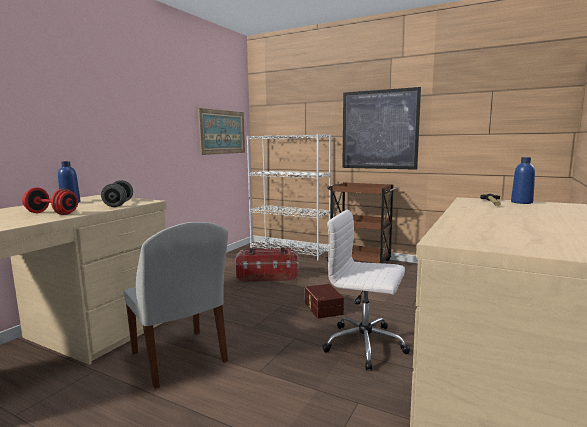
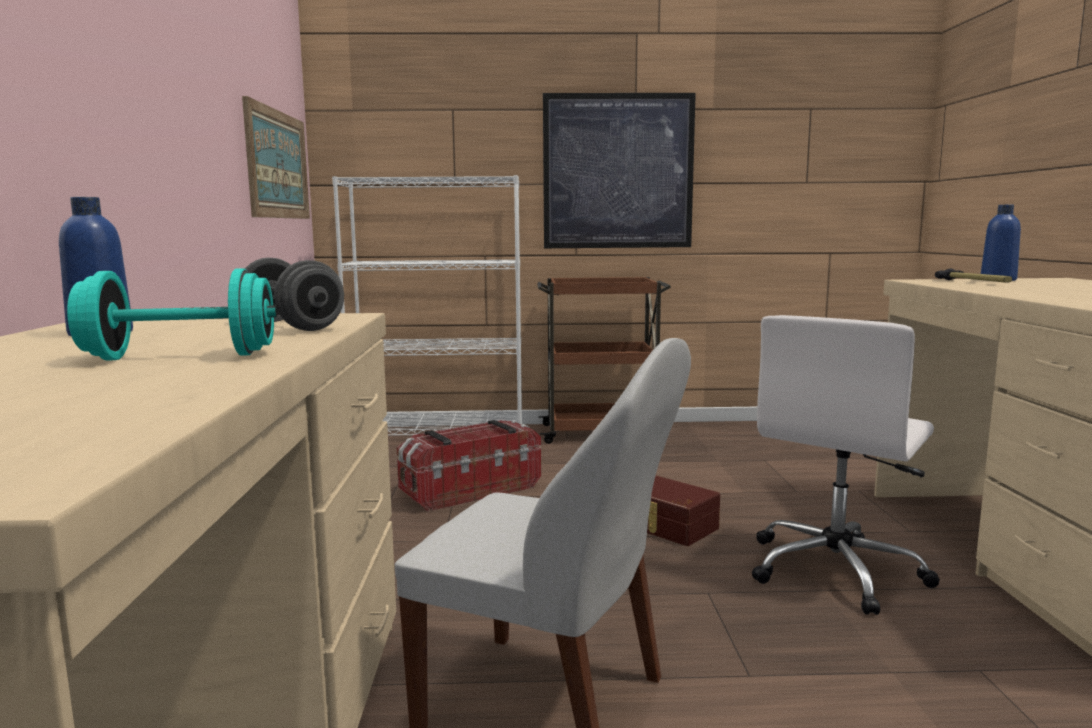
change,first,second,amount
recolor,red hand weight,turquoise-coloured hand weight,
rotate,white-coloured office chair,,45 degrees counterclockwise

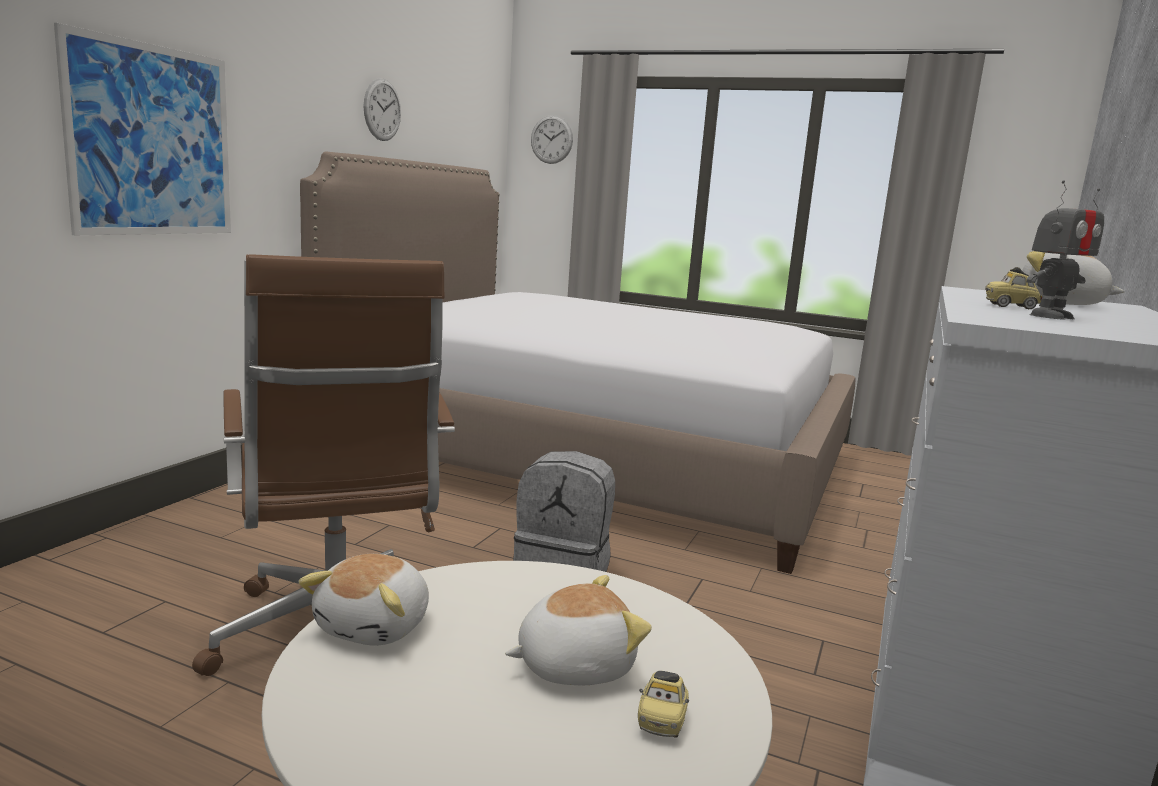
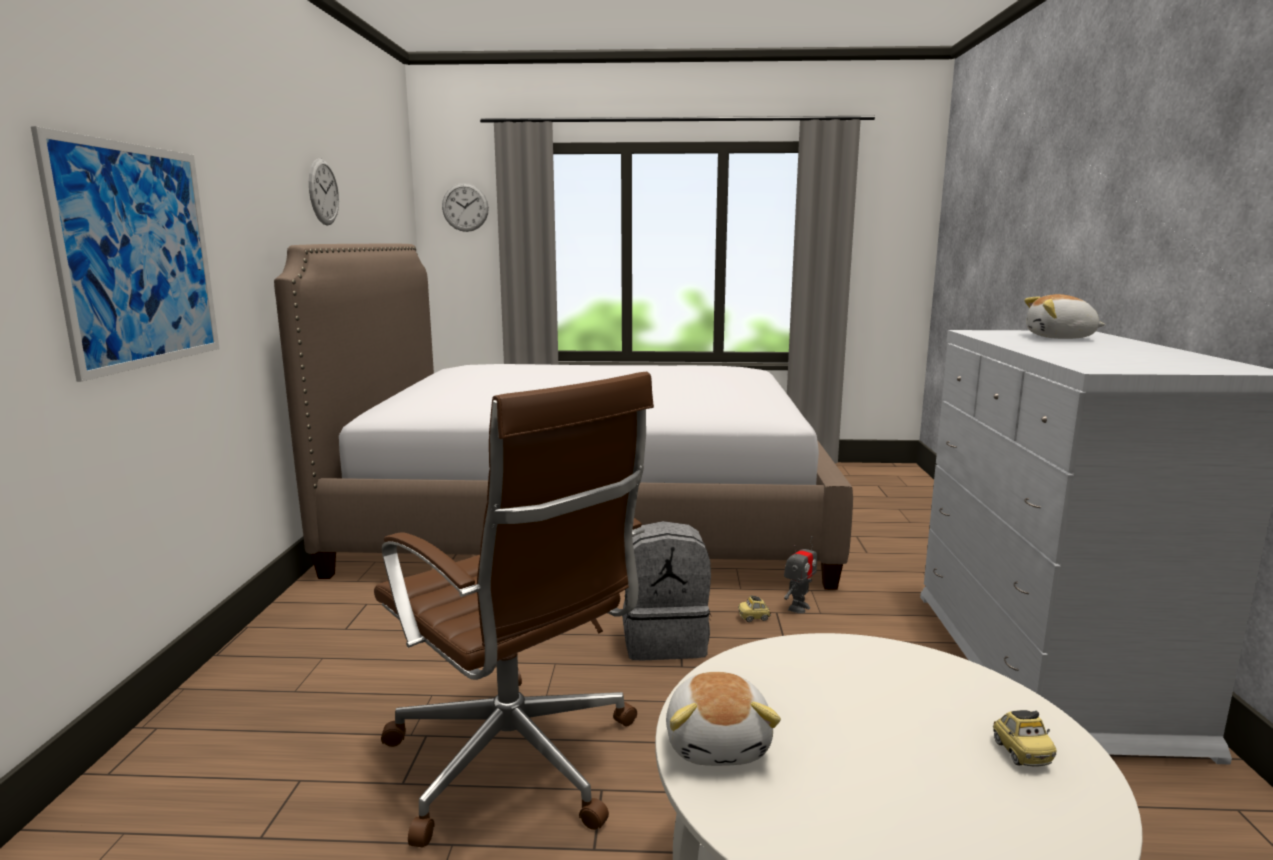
change,first,second,amount
delete,soft toy (2nd from left),,
move,miniature car (2nd from left in the first image),miniature car (1st from left),
move,robot figure,,

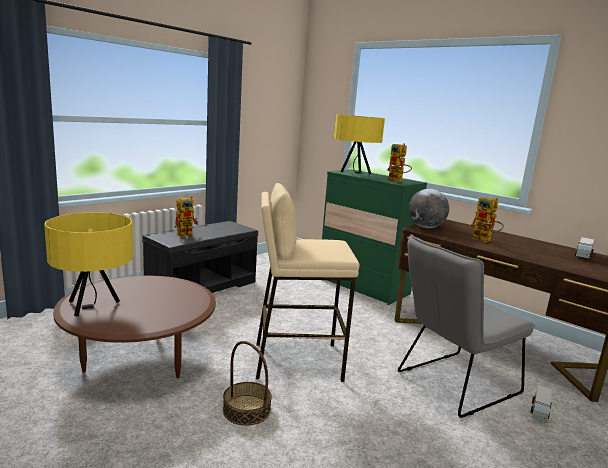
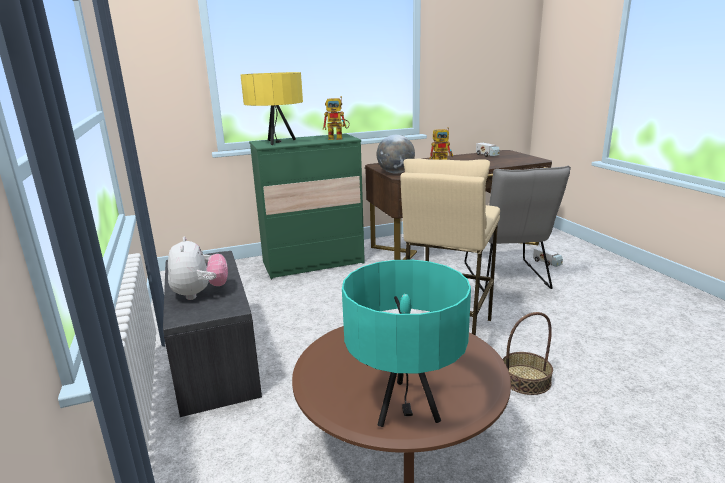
change,first,second,amount
recolor,yellow-coloured tabletop lamp (1st from left),turquoise-coloured tabletop lamp,
replace,robot figure (1st from left),soft toy,

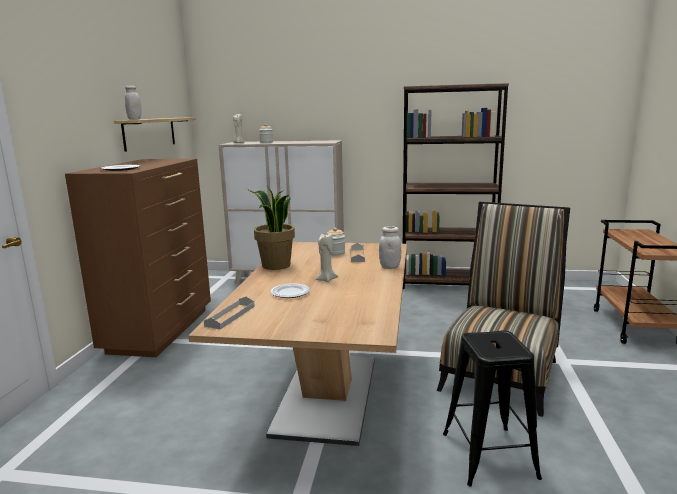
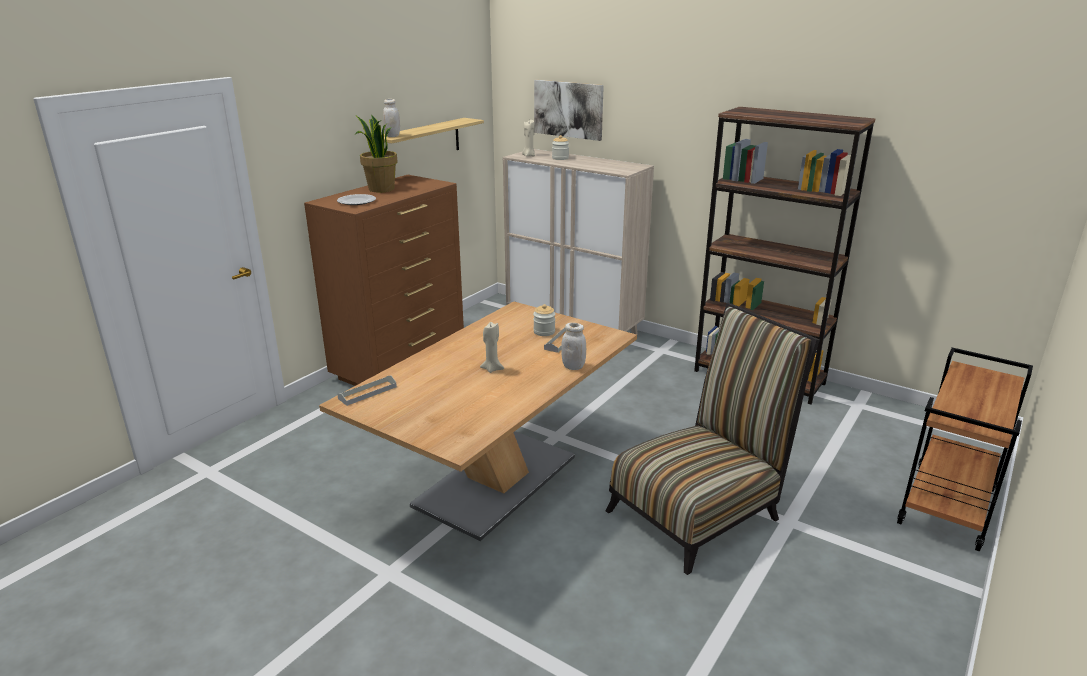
change,first,second,amount
move,plant in a pot,,
delete,flat dish (2nd from left),,
delete,black-coloured stool seat,,
insert,,wall picture,

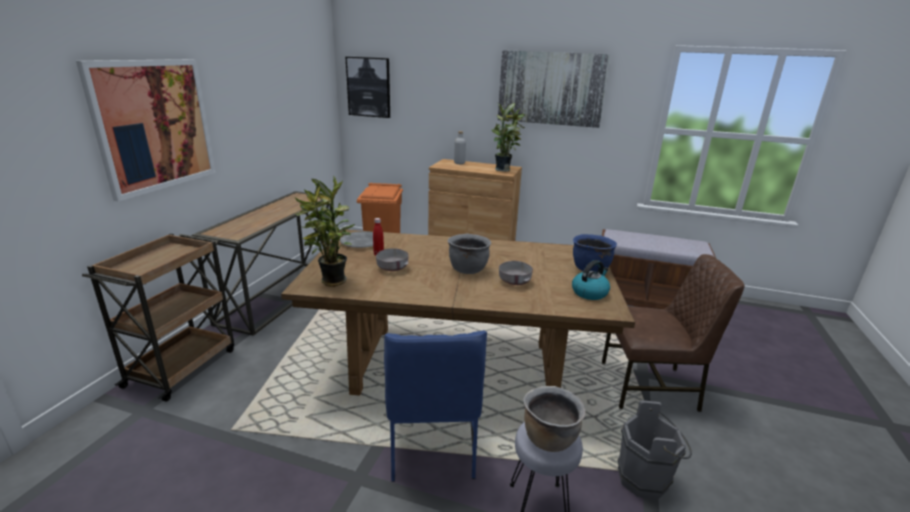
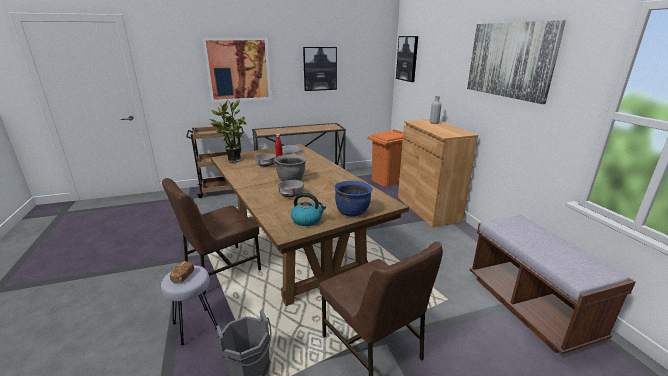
change,first,second,amount
recolor,blue-coloured upright chair,brown upright chair (1st from left),
delete,plant in a pot (2nd from left),,
replace,brown saucepot,bread,
insert,,wall picture (2nd from left),

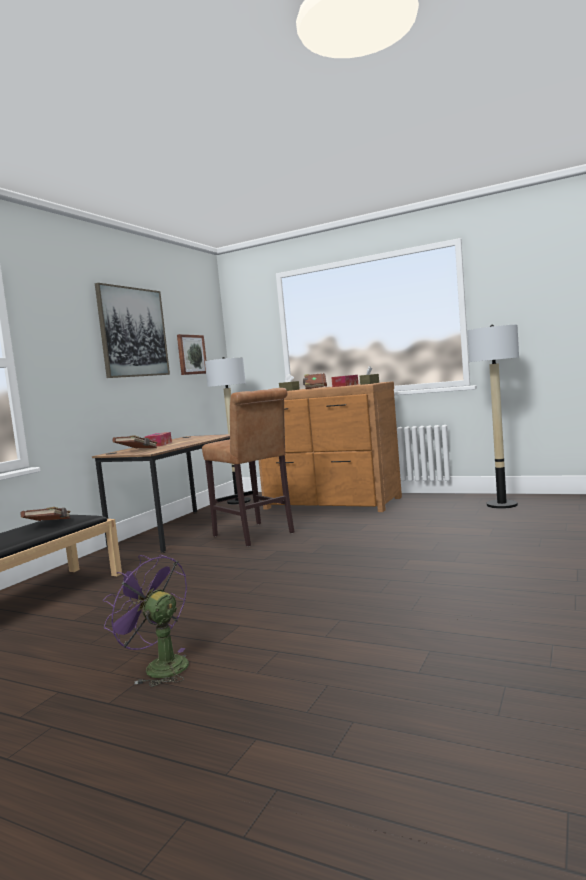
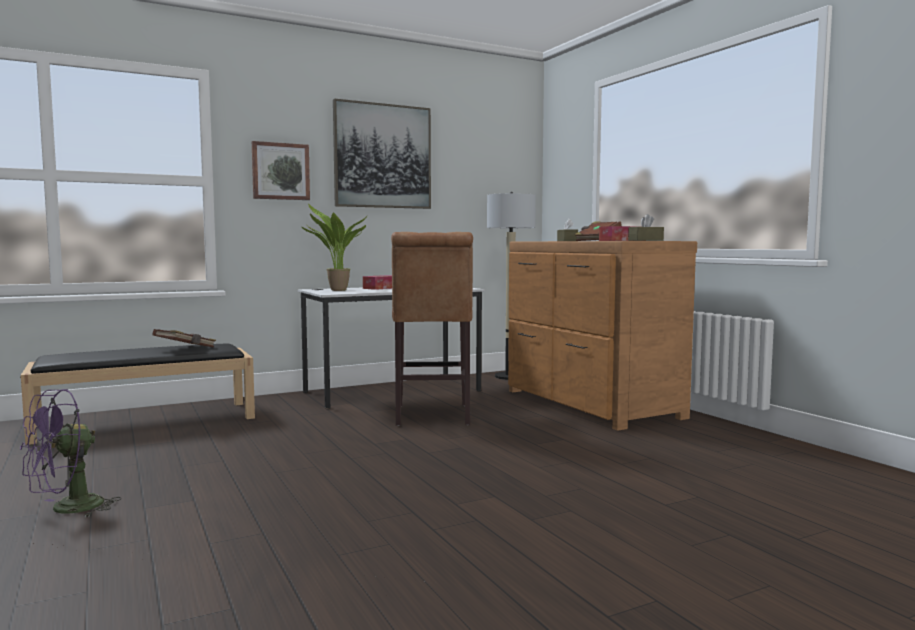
change,first,second,amount
recolor,brown desk,white-coloured desk,
rotate,purple cooling fan,,120 degrees counterclockwise
replace,brown bound book (2nd from left),plant in a pot,
move,wall picture (2nd from left in the first image),wall picture (1st from left),
delete,standard lamp (2nd from left),,

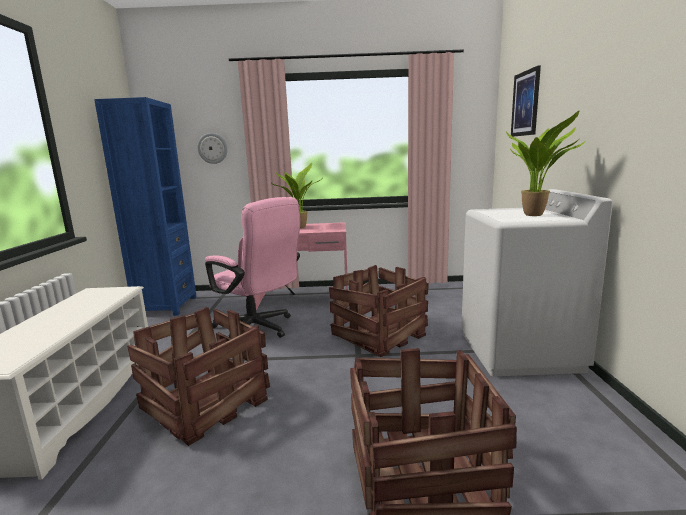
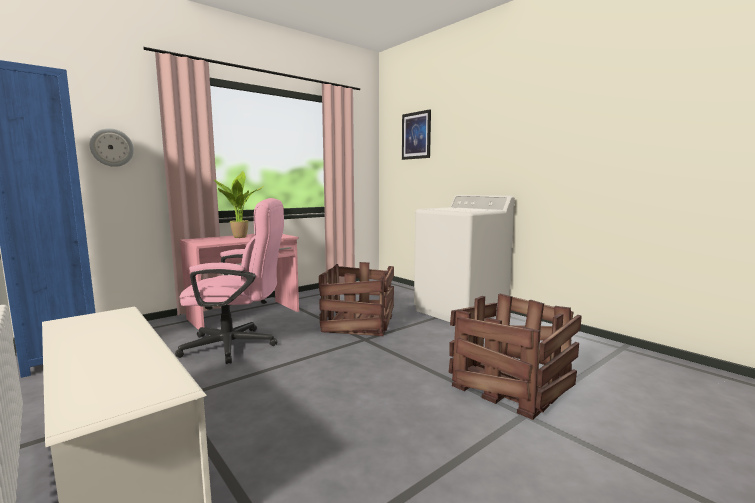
change,first,second,amount
delete,packing crate (1st from left),,
delete,plant in a pot (2nd from left),,

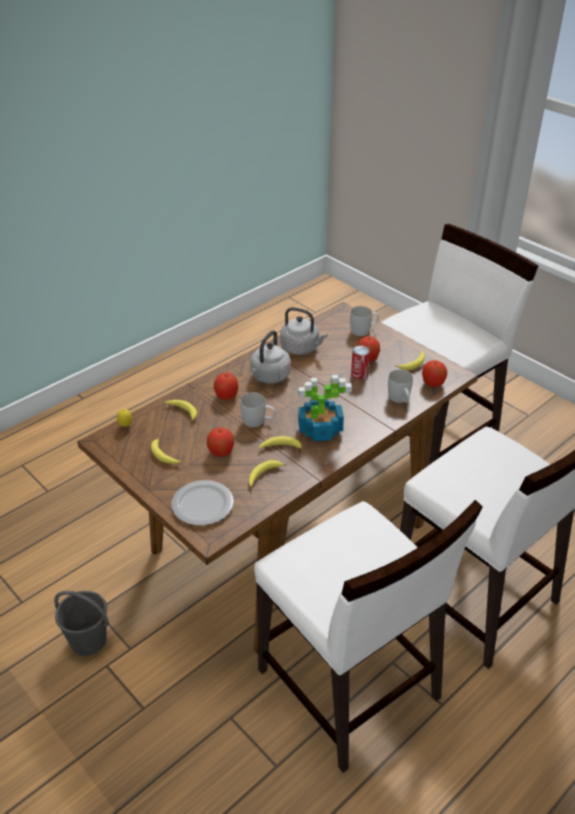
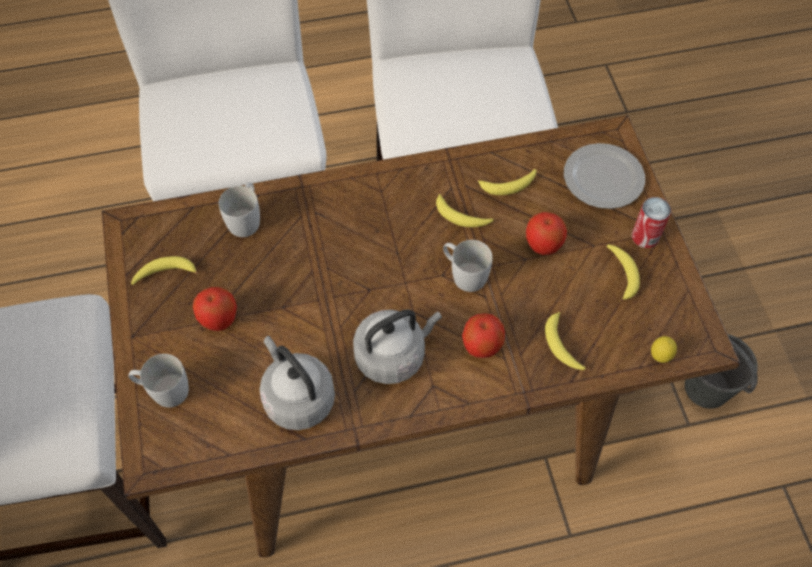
change,first,second,amount
delete,plant in a pot,,
move,sealed can,,
delete,whole apple (4th from left),,

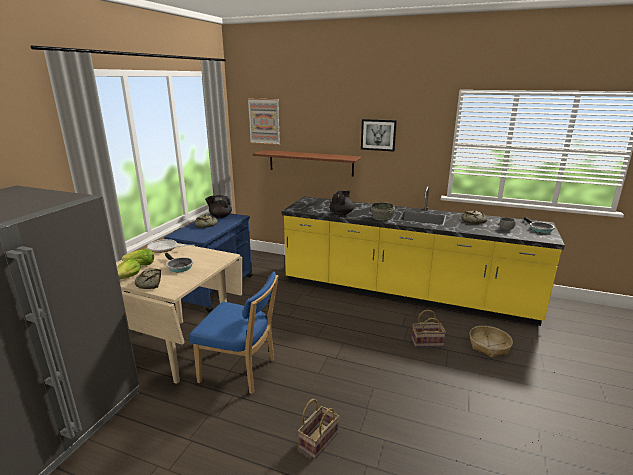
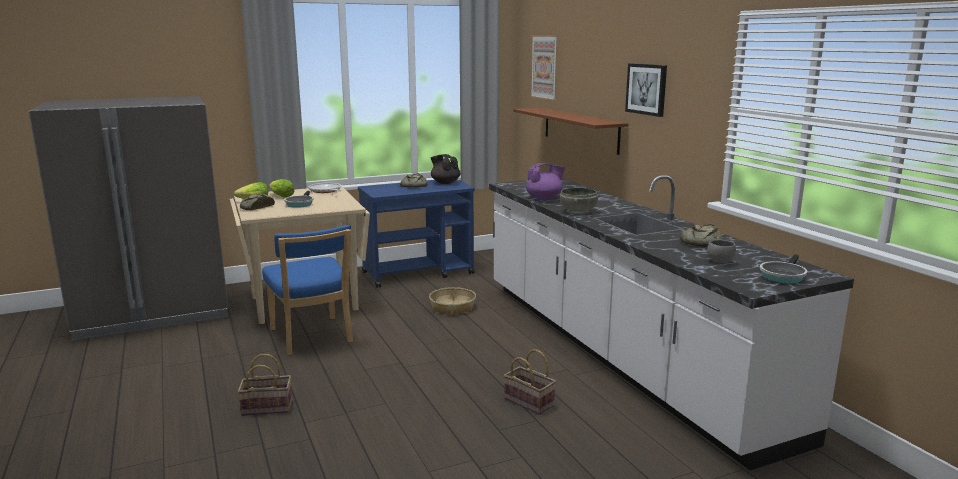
change,first,second,amount
recolor,yellow-coloured kitchen base unit,white-coloured kitchen base unit,
recolor,black-coloured teapot (2nd from left),purple teapot,
move,storage basket (3rd from left in the first image),storage basket (2nd from left),

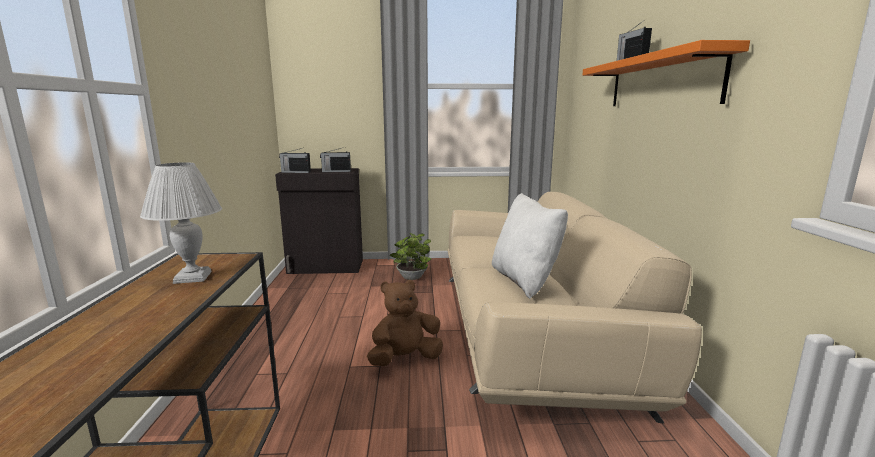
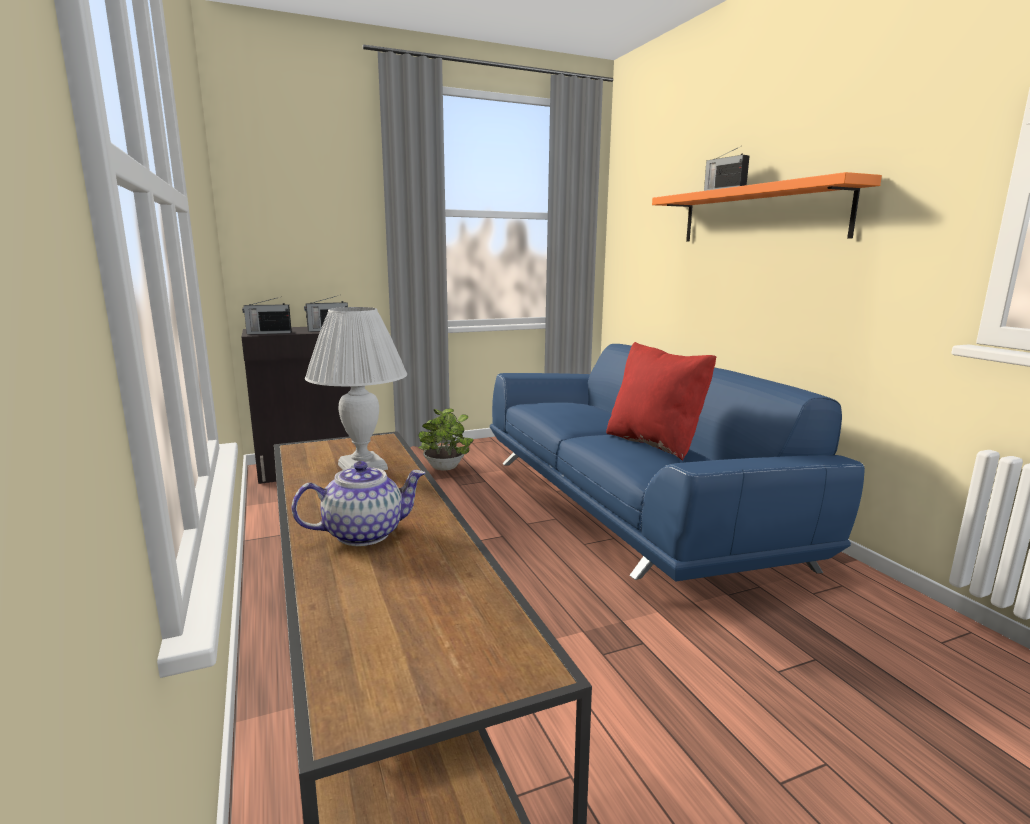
change,first,second,amount
delete,brown soft toy,,
recolor,sand-coloured settee,blue-coloured settee,
recolor,white-coloured pillow,red pillow,
insert,,teapot,

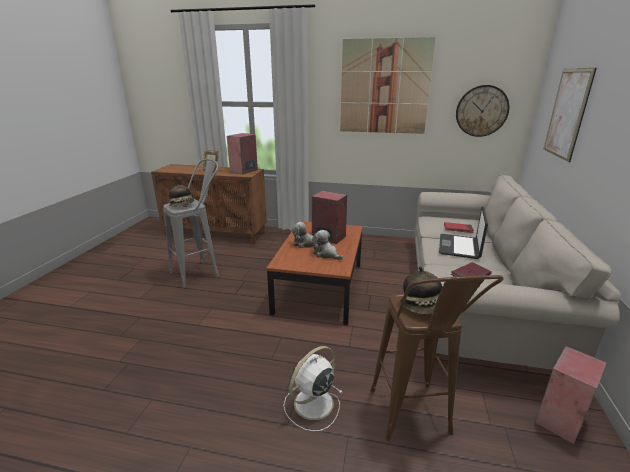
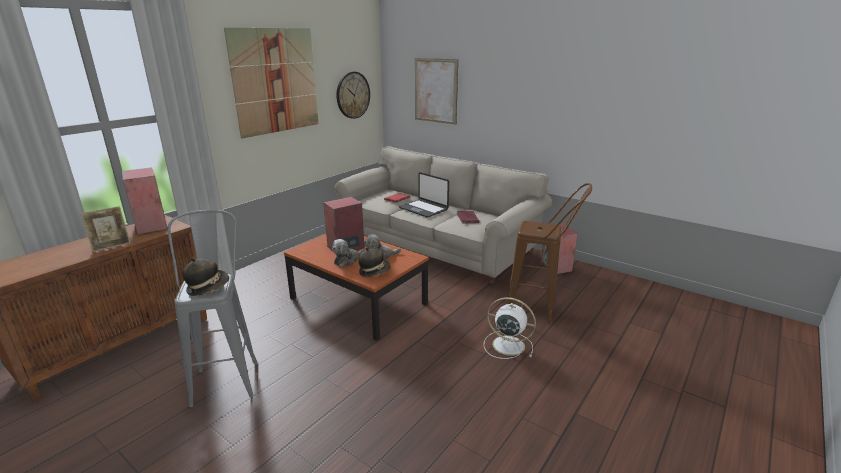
change,first,second,amount
rotate,white-coloured cooling fan,,135 degrees clockwise
move,hat (2nd from left),,

